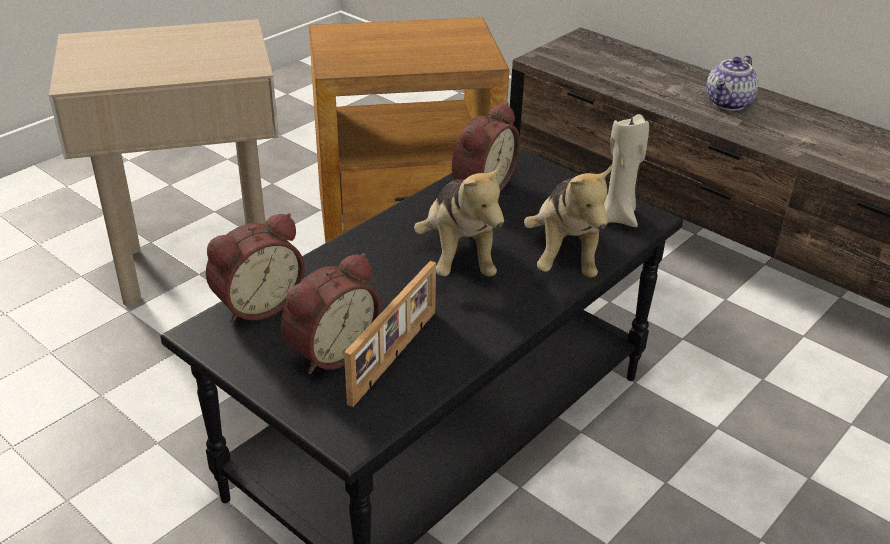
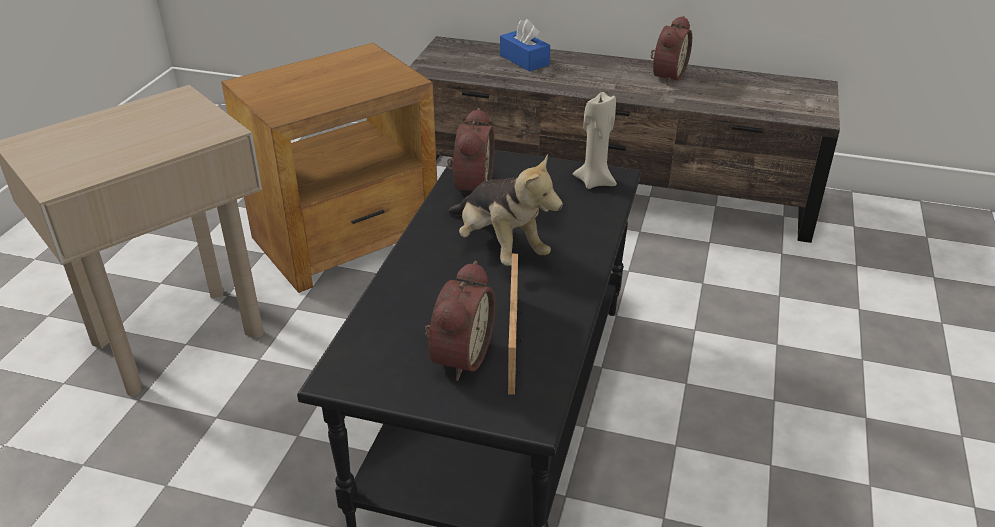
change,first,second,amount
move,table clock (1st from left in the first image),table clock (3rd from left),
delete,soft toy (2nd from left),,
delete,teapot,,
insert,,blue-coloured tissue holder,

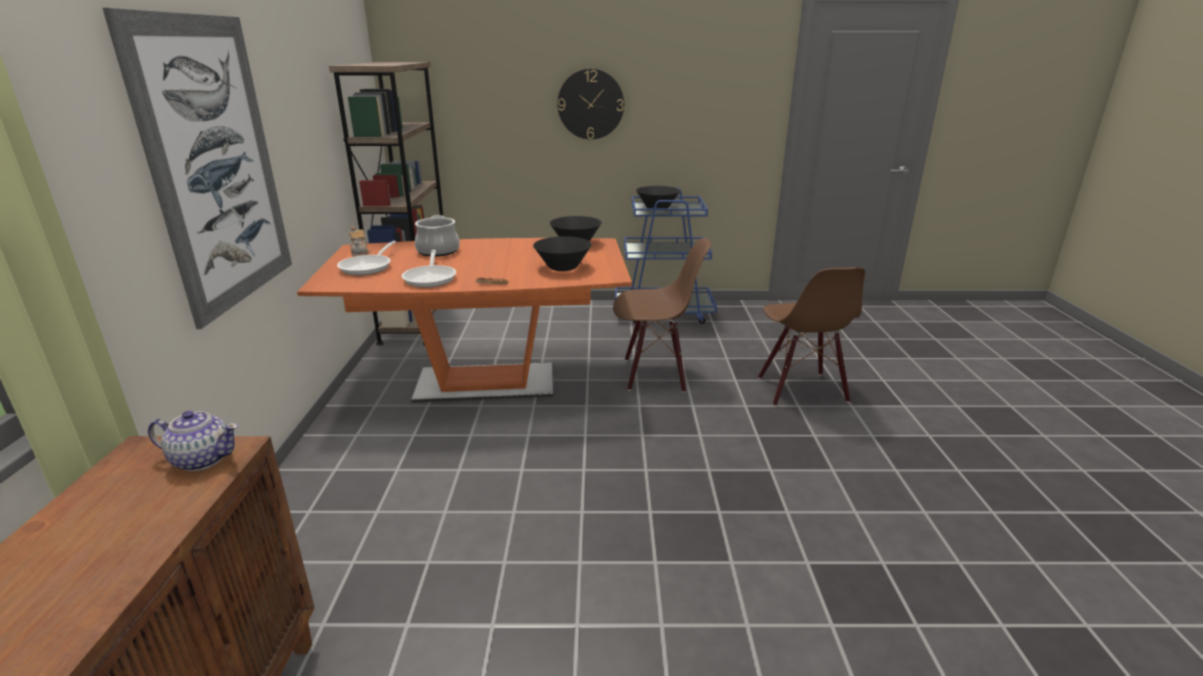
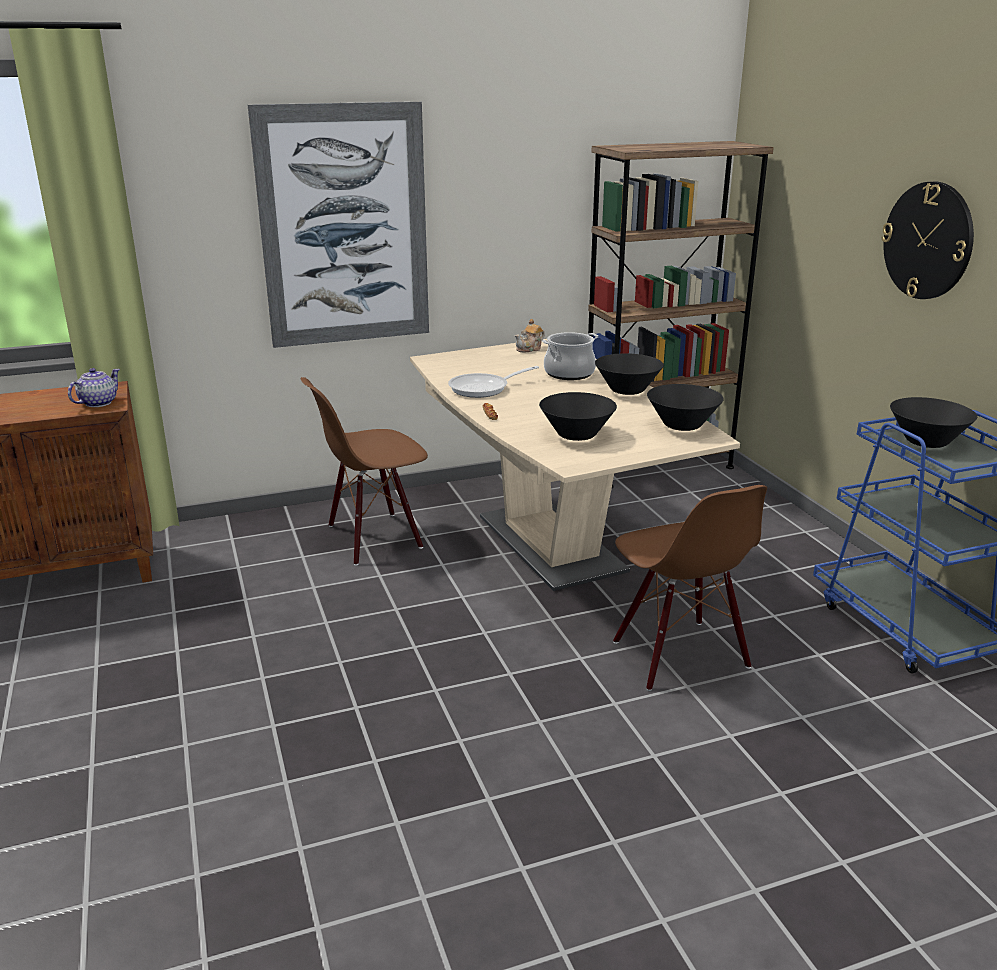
change,first,second,amount
rotate,teapot (1st from left),,135 degrees counterclockwise
recolor,orange dining table,sand-coloured dining table,
delete,pan (1st from left),,
move,brown upright chair (2nd from left in the first image),brown upright chair (1st from left),
insert,,black-coloured deep dish (2nd from left),

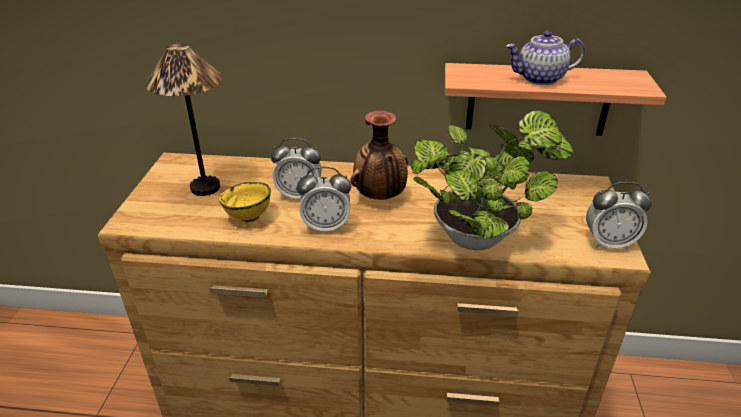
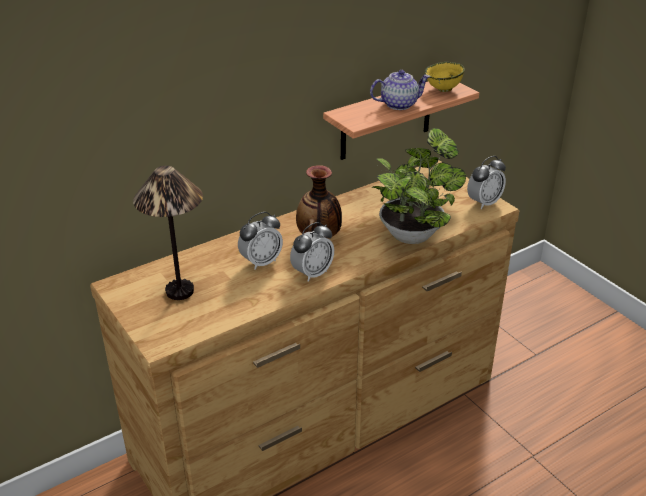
change,first,second,amount
move,yellow-coloured deep dish,,
rotate,teapot,,150 degrees counterclockwise

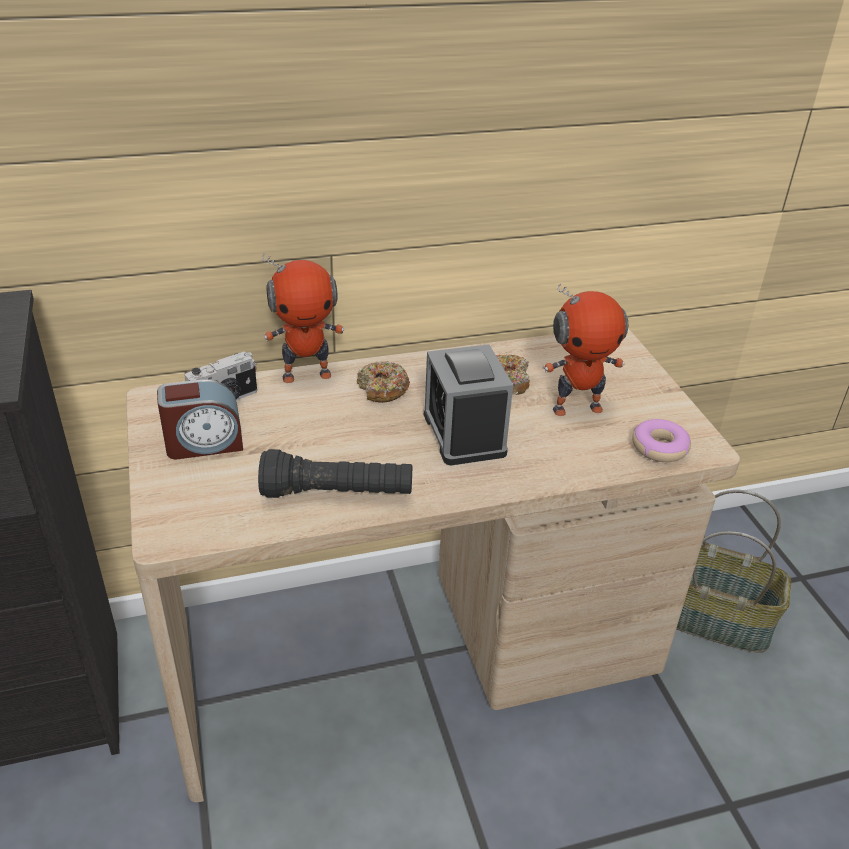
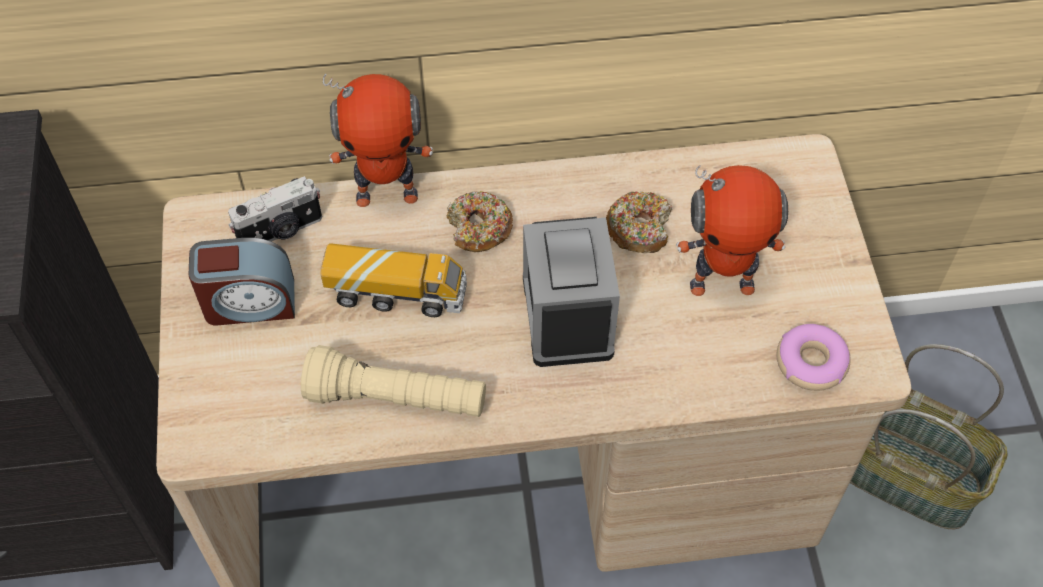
change,first,second,amount
recolor,black-coloured torch,sand-coloured torch,
insert,,model truck,

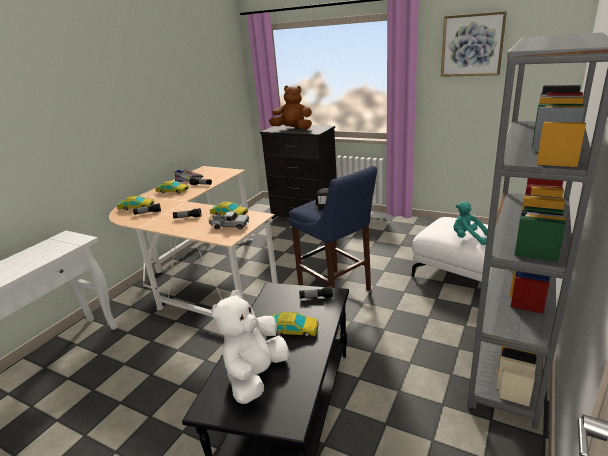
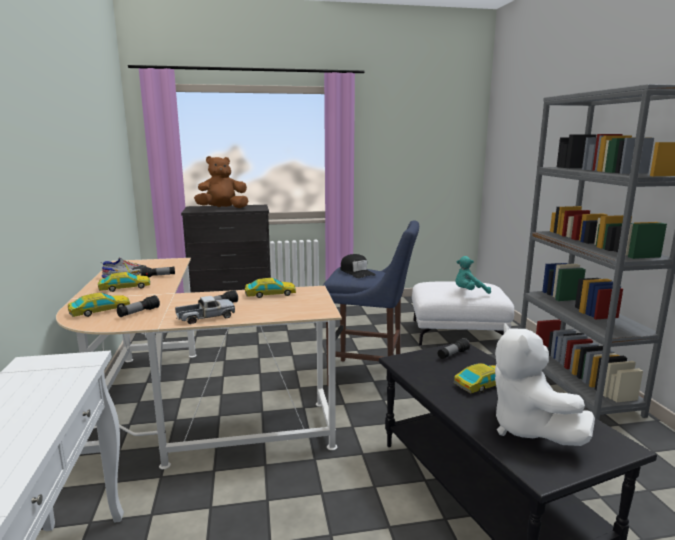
change,first,second,amount
move,model truck,,
delete,wall picture,,

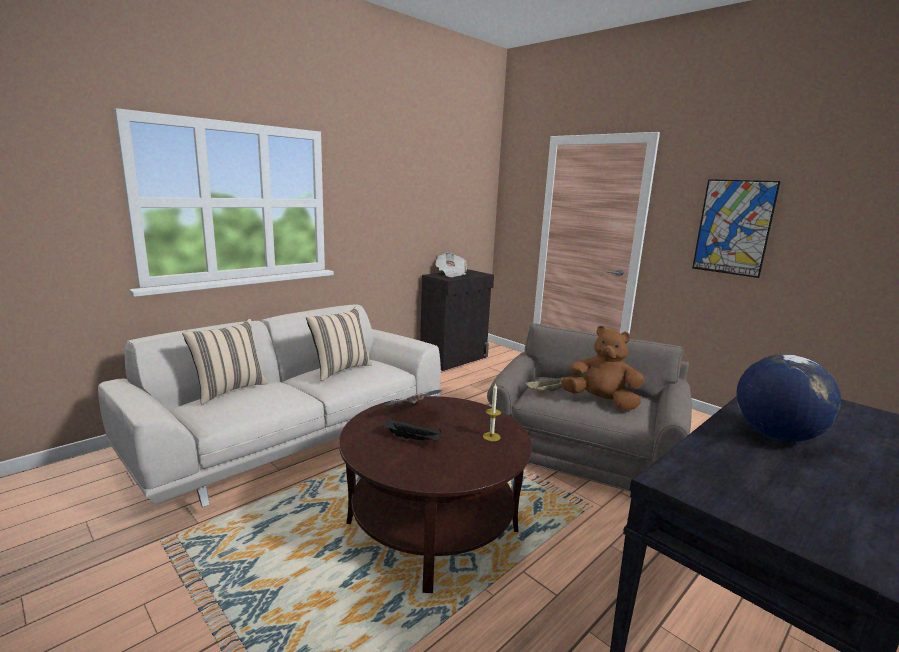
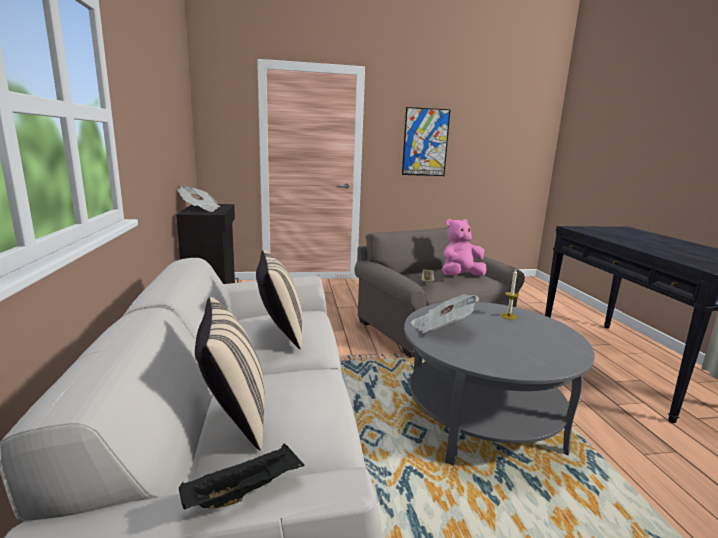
change,first,second,amount
recolor,brown lounge table,gray lounge table,
move,black-coloured serving tray,,
recolor,brown soft toy,pink-coloured soft toy,
delete,globe,,

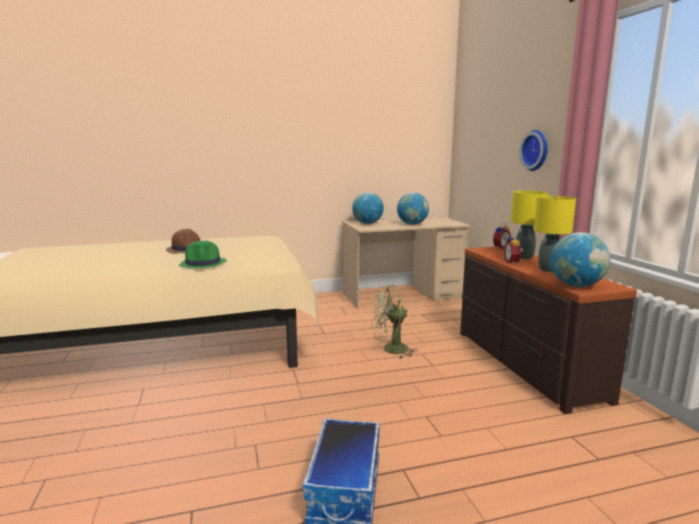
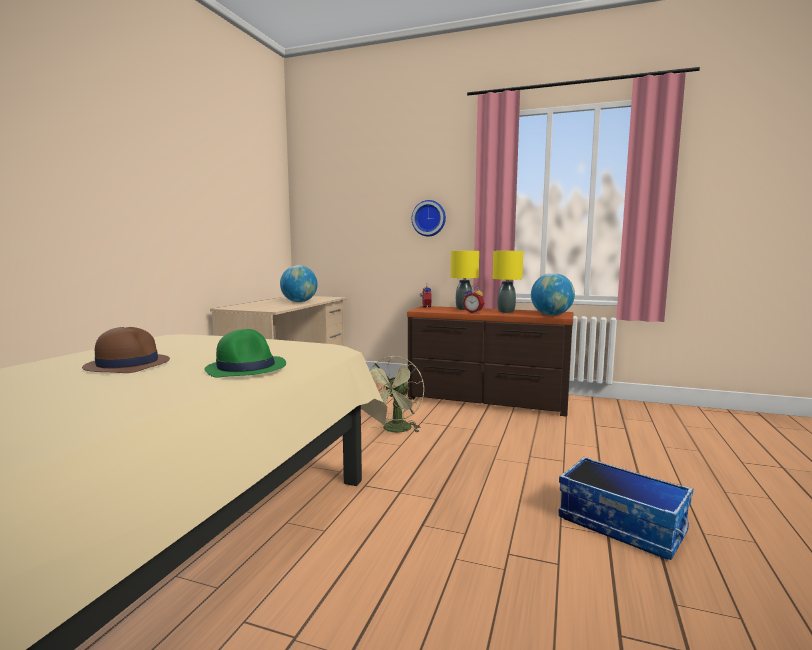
change,first,second,amount
delete,globe (1st from left),,

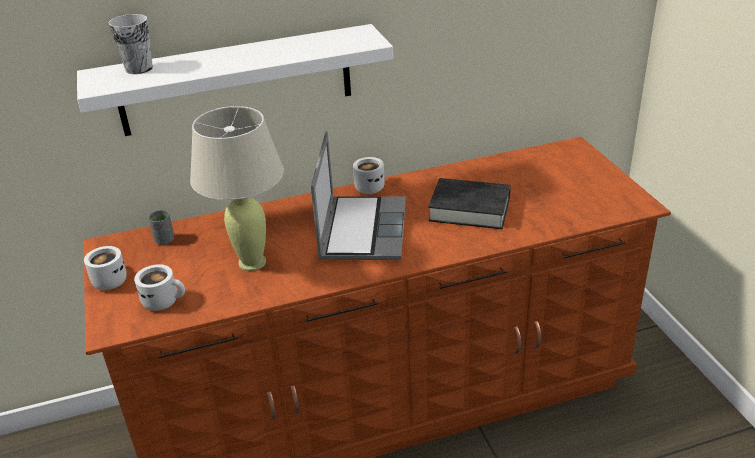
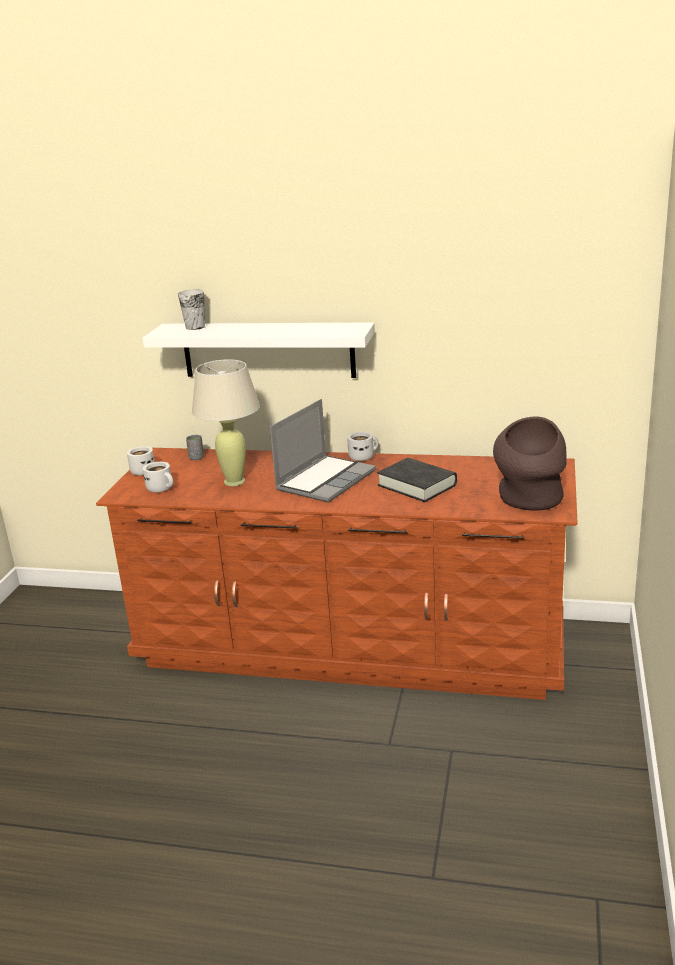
change,first,second,amount
insert,,brown flower vase,

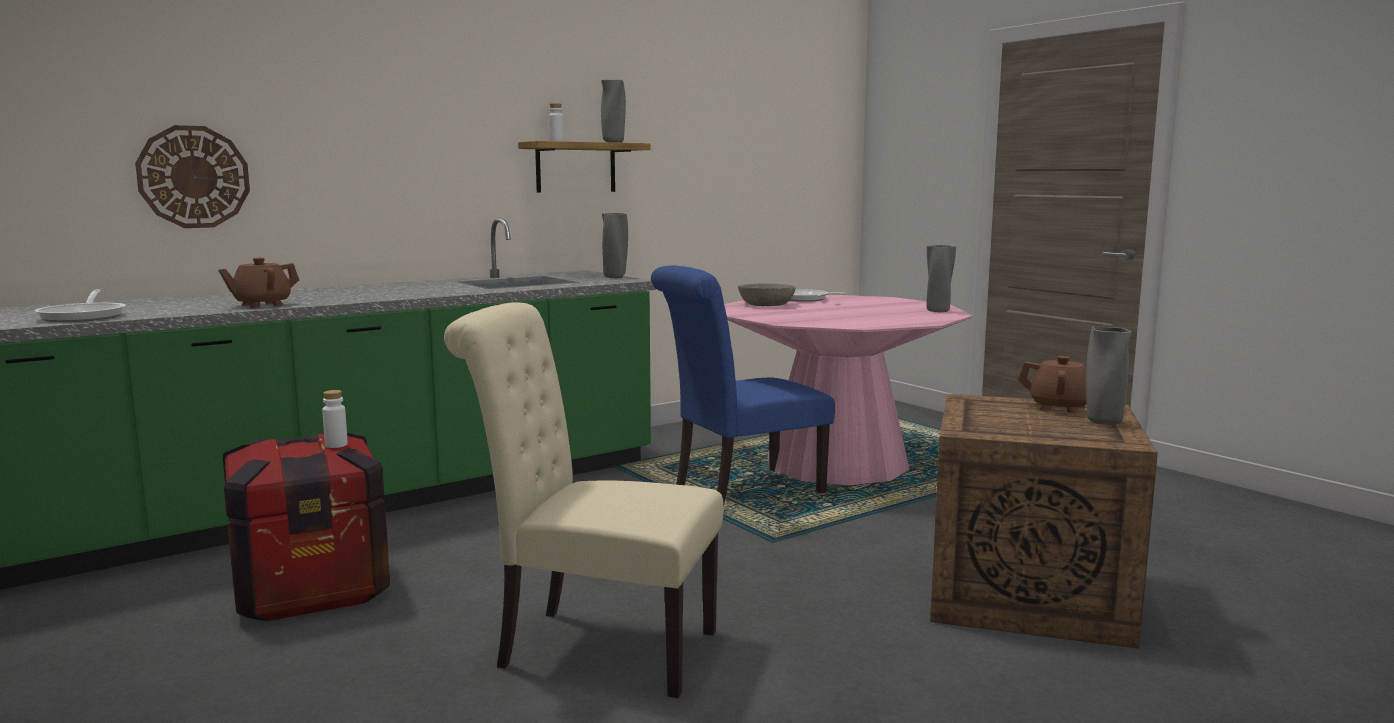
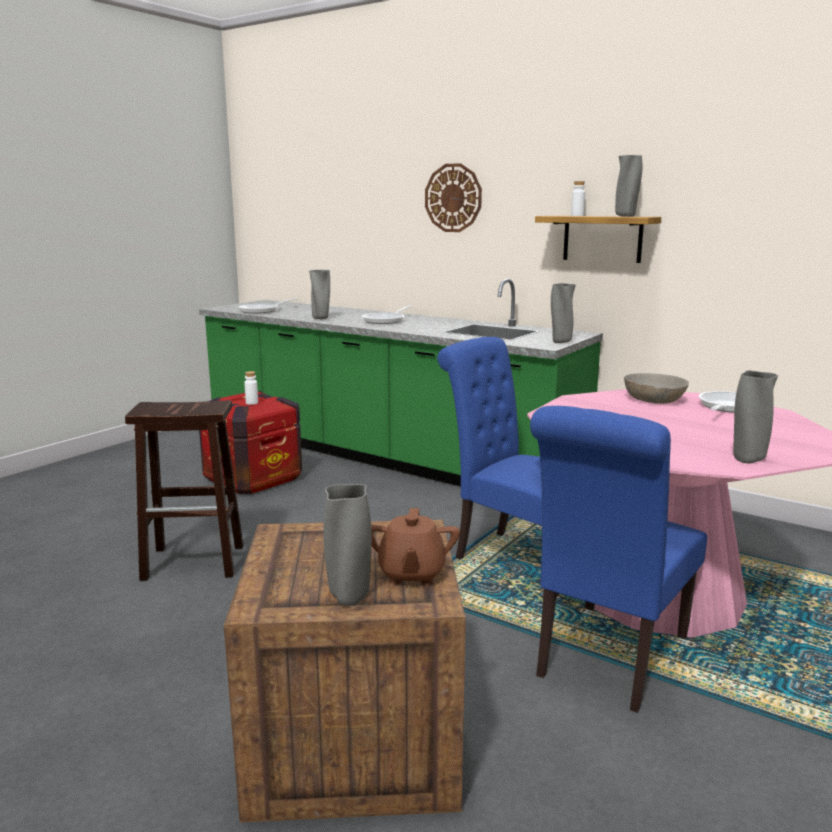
change,first,second,amount
move,clock on the wall,,
replace,brown teapot (1st from left),gray flower vase (1st from left),
replace,sand-coloured upright chair,brown stool seat,
insert,,pan (2nd from left),
insert,,blue-coloured upright chair (2nd from left),

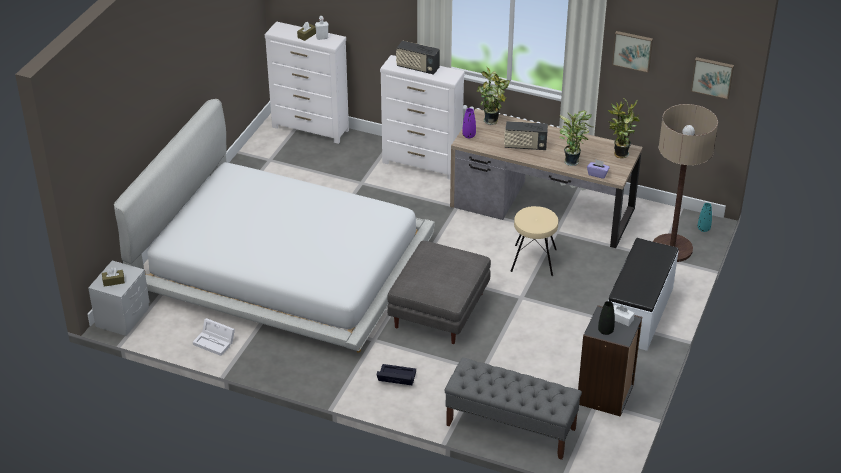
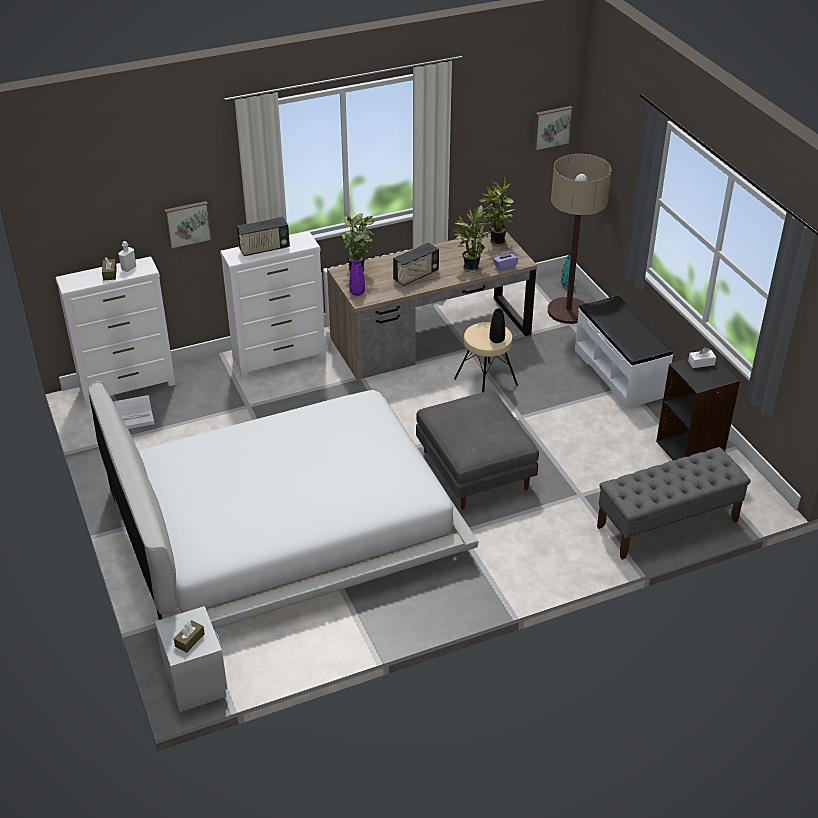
change,first,second,amount
move,white-coloured storage container,,
delete,black-coloured storage container,,
move,black-coloured flower vase,,
move,wall picture (1st from left),,

